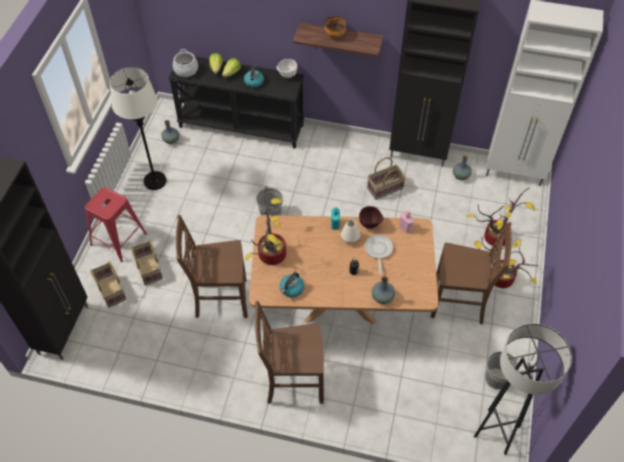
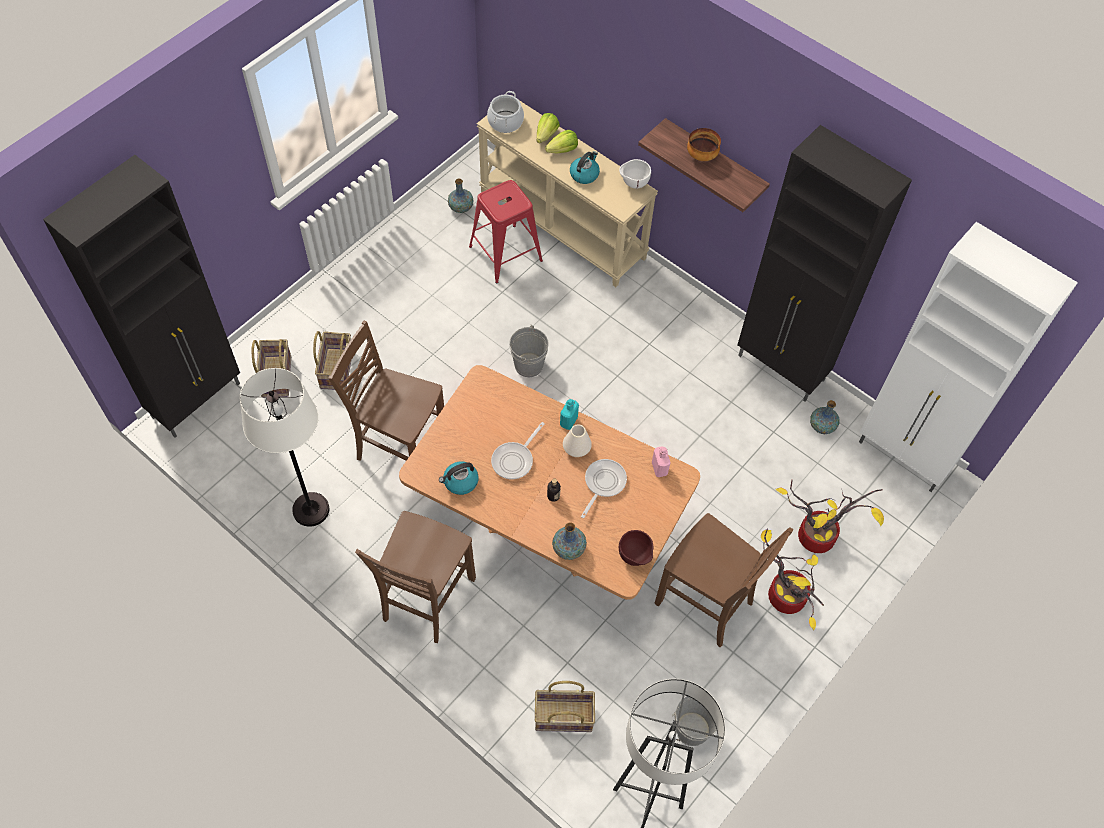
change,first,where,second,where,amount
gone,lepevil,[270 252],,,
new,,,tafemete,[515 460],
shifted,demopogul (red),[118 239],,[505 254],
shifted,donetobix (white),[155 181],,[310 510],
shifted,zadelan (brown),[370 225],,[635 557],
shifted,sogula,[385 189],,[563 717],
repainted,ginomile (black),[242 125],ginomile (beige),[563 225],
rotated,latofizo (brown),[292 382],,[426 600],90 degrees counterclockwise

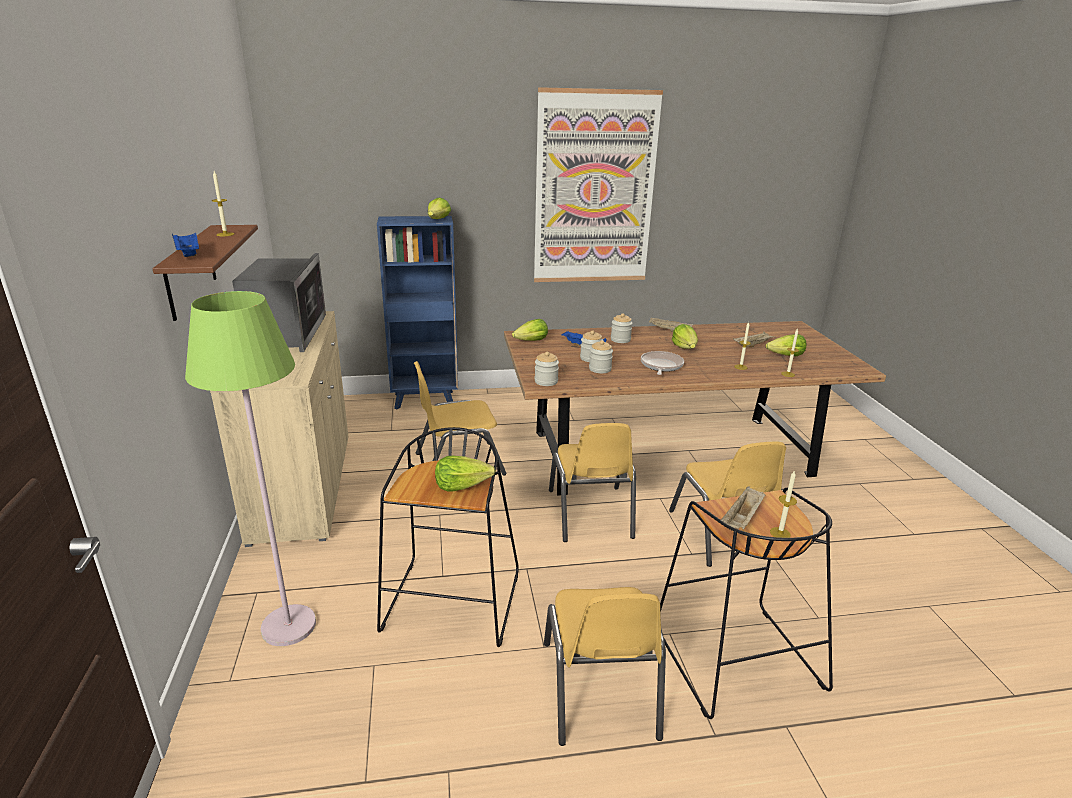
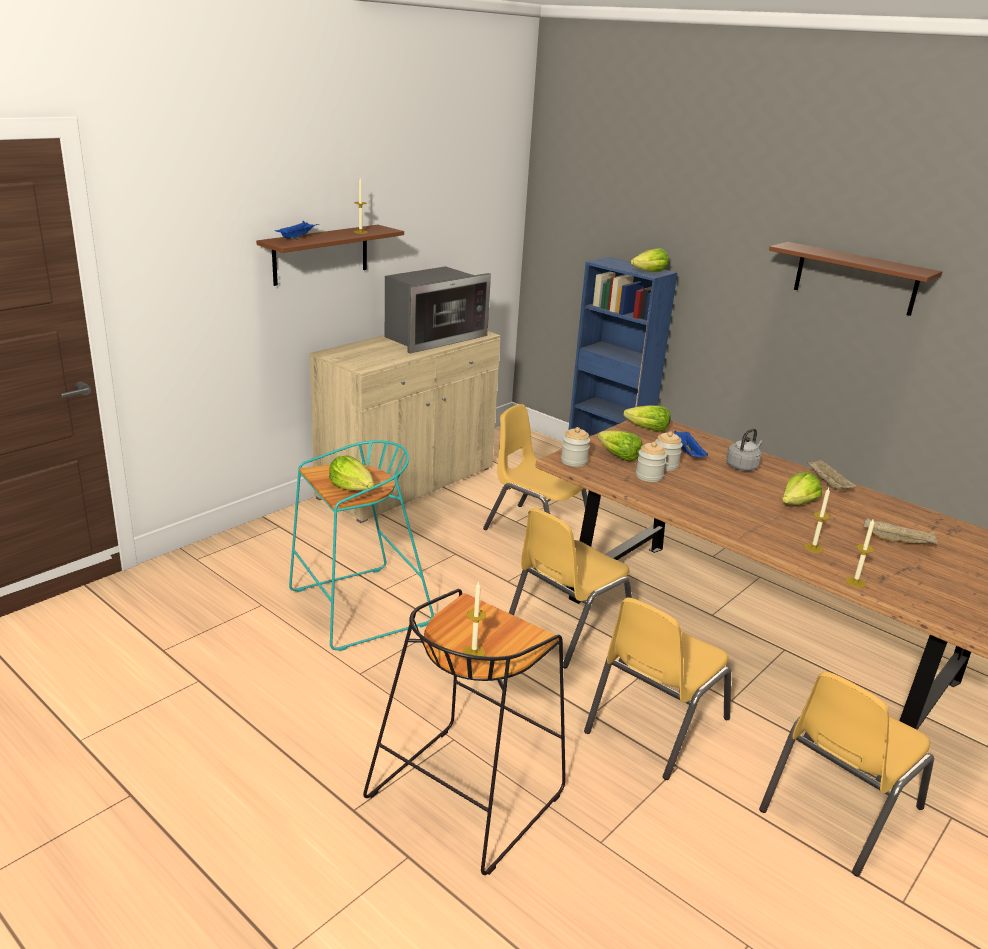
change,first,where,second,where,amount
gone,donetobix (green),[288 626],,,
gone,tafemete,[661 366],,,
gone,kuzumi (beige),[742 519],,,
shifted,latofizo (yellow),[600 689],,[838 808],
shifted,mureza,[786 356],,[618 456],
swapped,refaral,[595 190],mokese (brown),[855 279],
swapped,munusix,[620 340],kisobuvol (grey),[743 466],
repainted,demopogul (black),[453 604],demopogul (turquoise),[358 609],

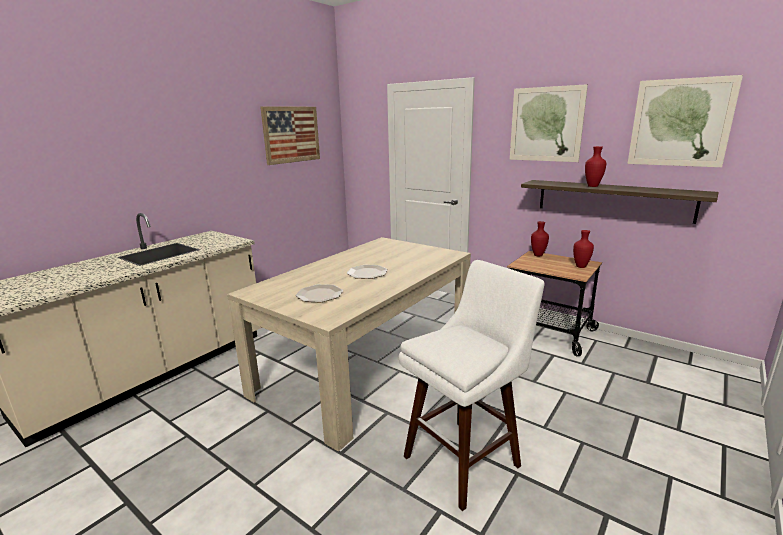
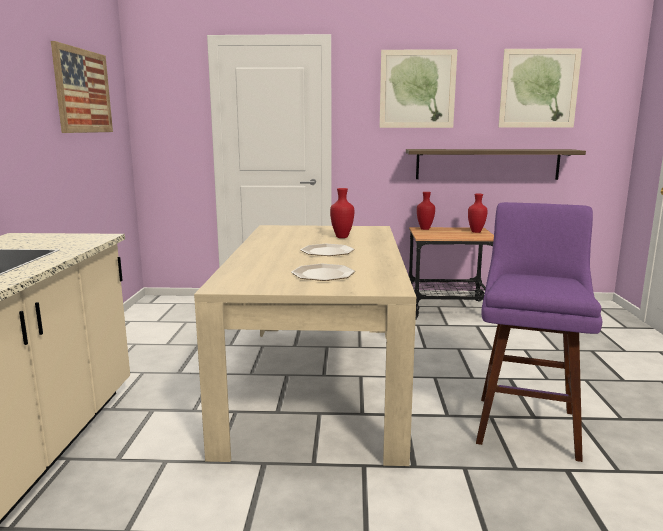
change,first,where,second,where,amount
shifted,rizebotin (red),[593 186],,[342 237],
repainted,demopogul (white),[465 458],demopogul (purple),[526 423],

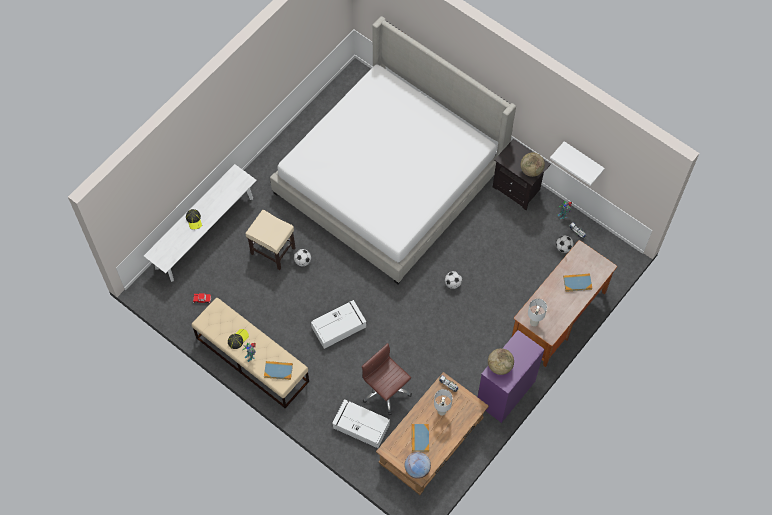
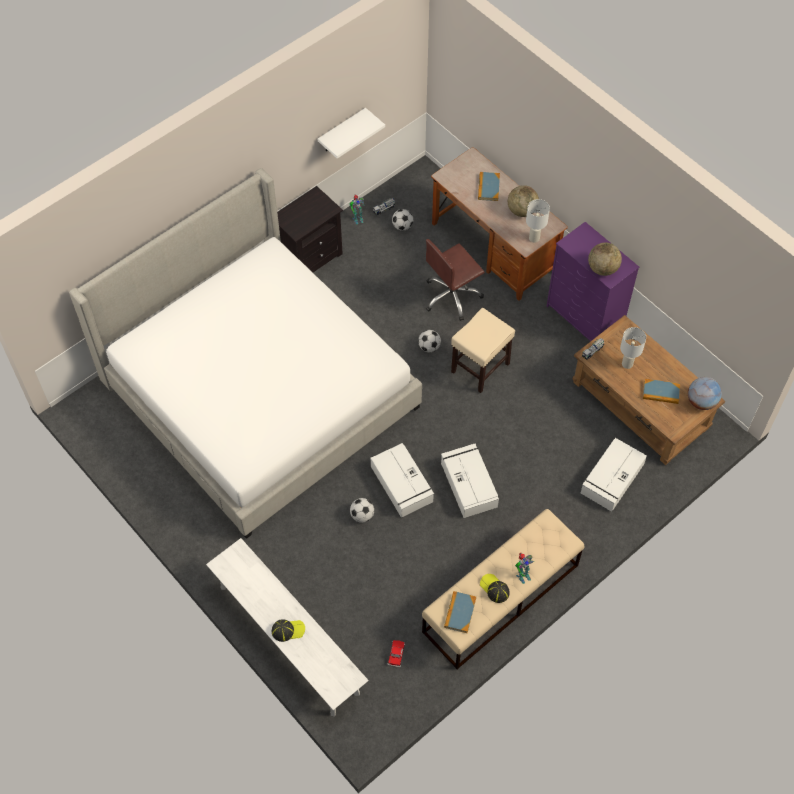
change,first,where,second,where,amount
new,,,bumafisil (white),[402 485],
shifted,demopogul (beige),[272 251],,[480 368],
shifted,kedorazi,[278 370],,[460 613],
shifted,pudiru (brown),[385 391],,[452 296],
shifted,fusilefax,[531 170],,[521 211],

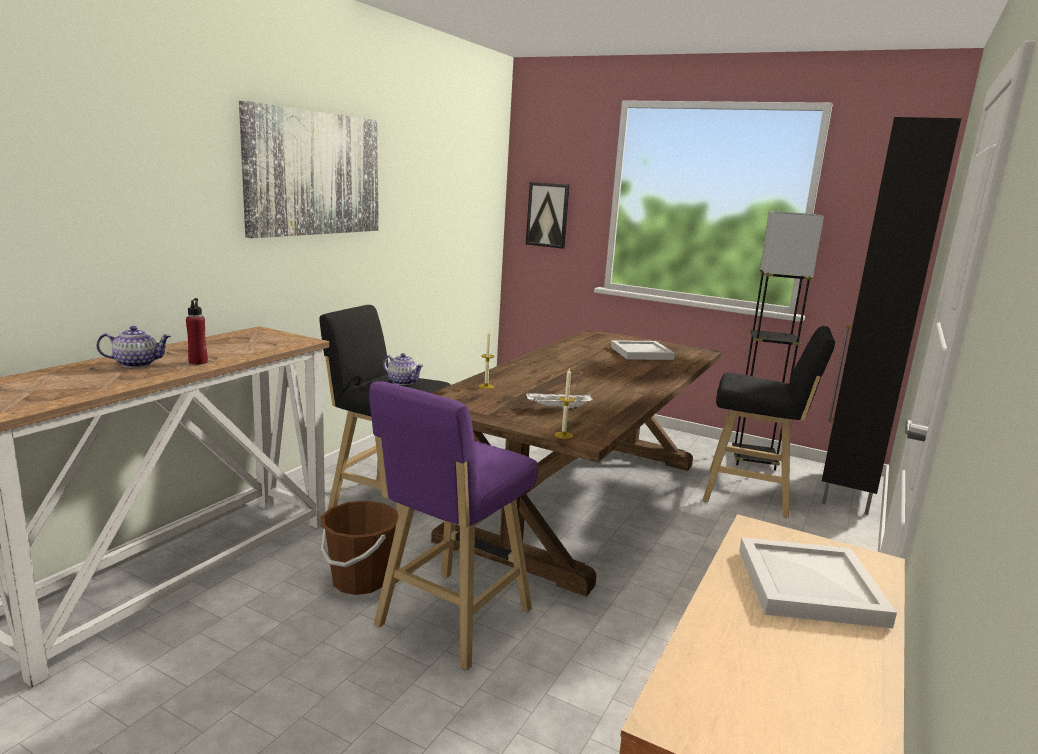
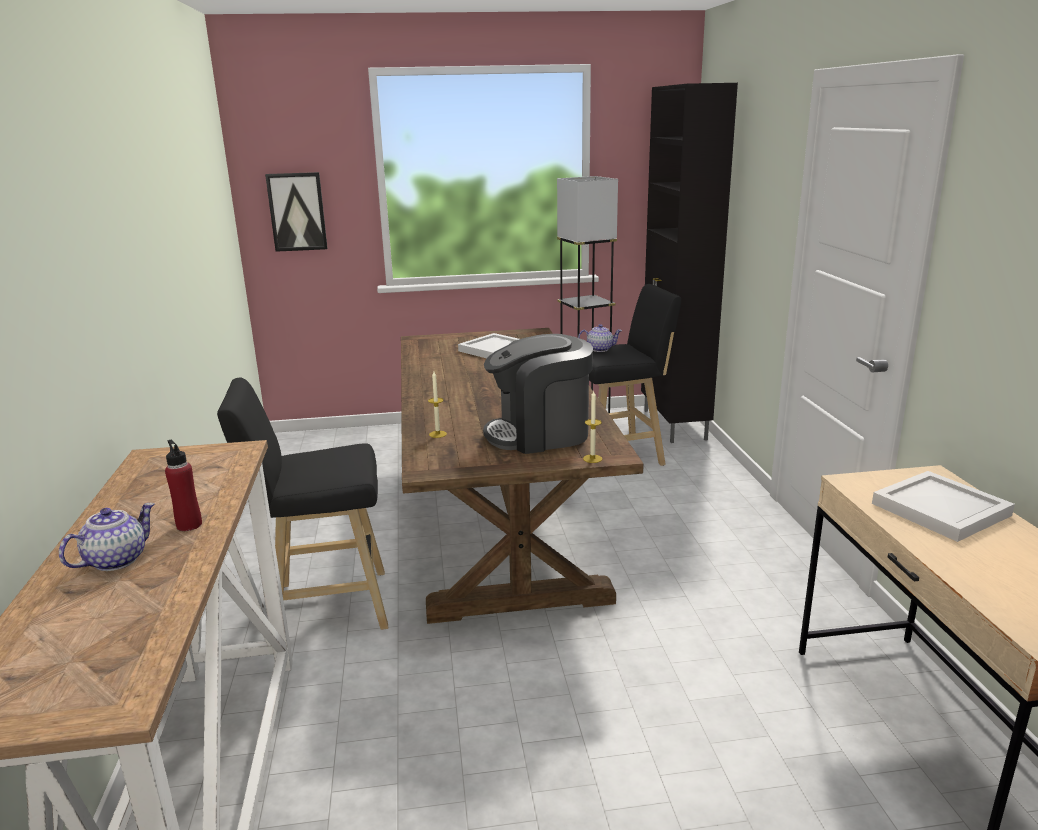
change,first,where,second,where,amount
gone,refaral,[315 174],,,
gone,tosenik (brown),[360 580],,,
gone,demopogul (purple),[449 621],,,
shifted,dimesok,[403 382],,[600 349],
swapped,kuzumi (white),[558 409],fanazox,[540 434],

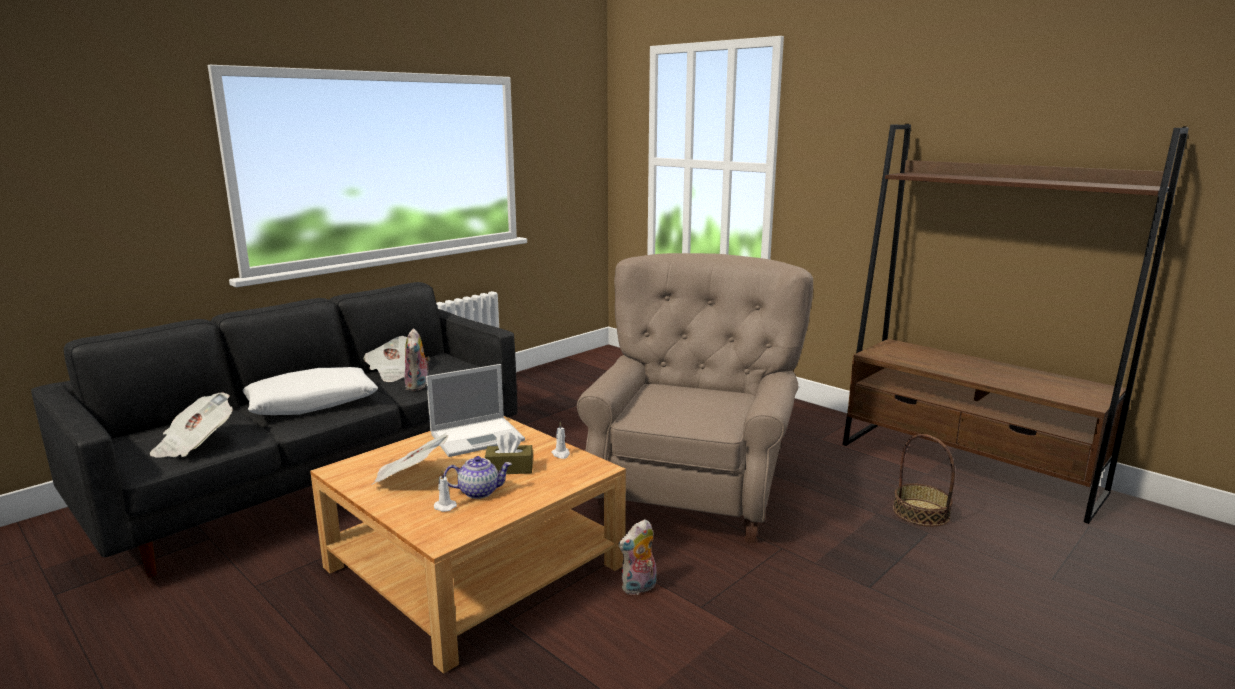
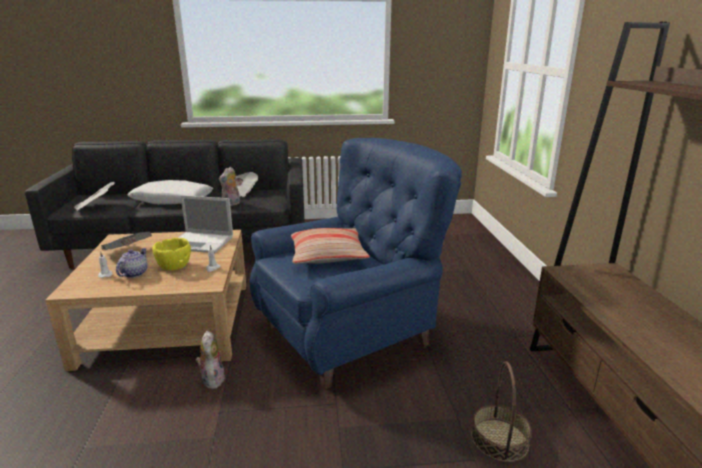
change,first,where,second,where,amount
new,,,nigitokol,[327 255],
swapped,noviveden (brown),[509 468],zadelan (yellow),[173 266],
repainted,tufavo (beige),[693 490],tufavo (blue),[352 333],
rotated,dimesok,[479 492],,[134 273],105 degrees counterclockwise
rotated,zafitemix,[639 588],,[212 379],75 degrees clockwise

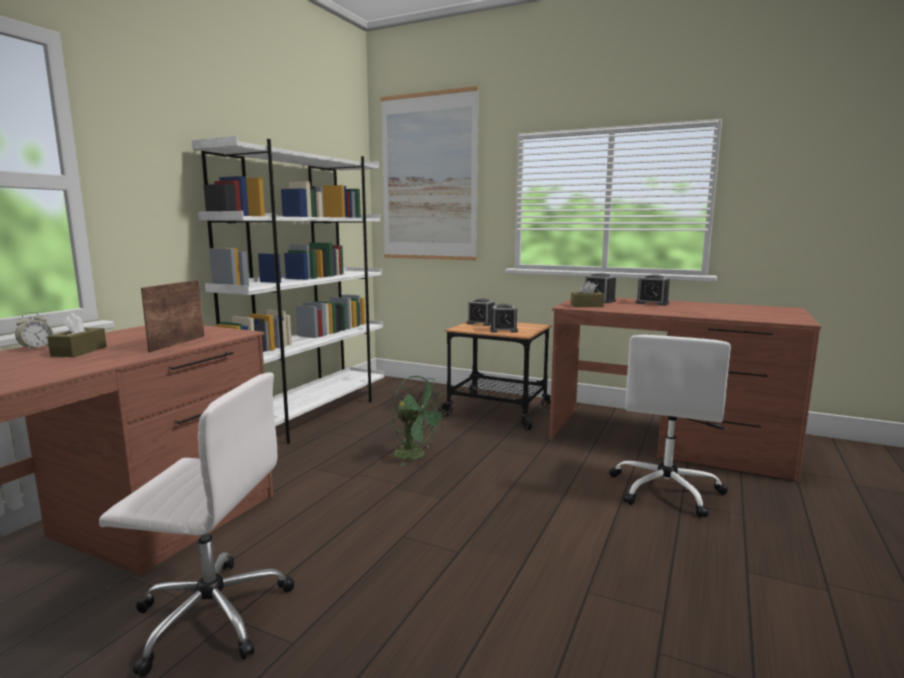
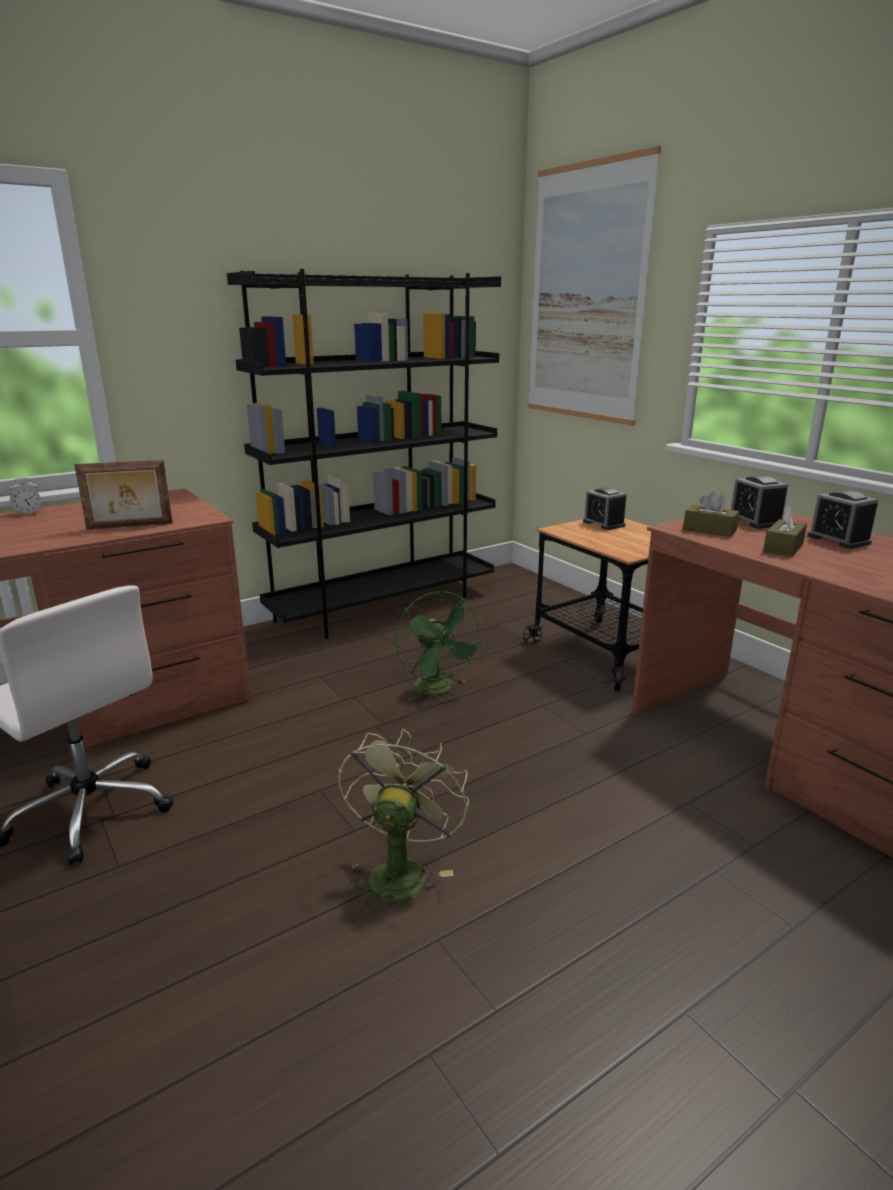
change,first,where,second,where,amount
gone,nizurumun,[503 330],,,
gone,pudiru (white),[666 490],,,
new,,,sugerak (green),[399 870],
shifted,noviveden (brown),[79 351],,[783 548],
repainted,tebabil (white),[313 416],tebabil (black),[384 608],
rotated,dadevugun,[176 343],,[130 526],150 degrees counterclockwise

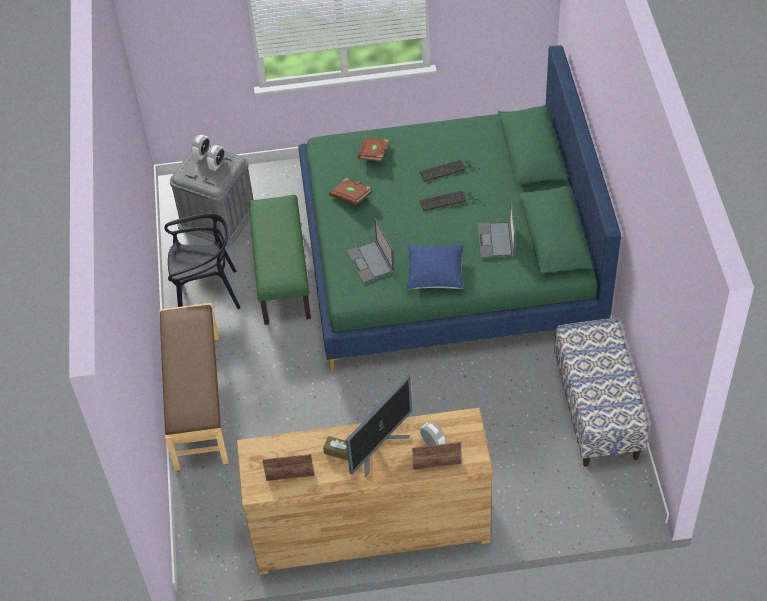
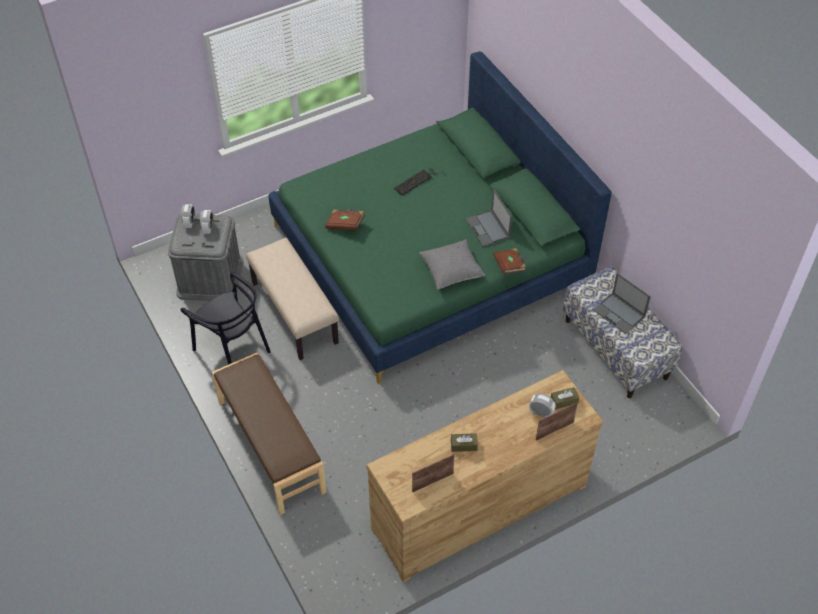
change,first,where,second,where,amount
gone,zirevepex,[379 447],,,
gone,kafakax,[448 200],,,
new,,,noviveden (brown),[564 401],
shifted,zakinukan,[370 262],,[619 313],
shifted,kedorazi (brown),[374 155],,[509 266],
repainted,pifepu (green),[283 276],pifepu (beige),[295 313],
repainted,nigitokol (blue),[435 275],nigitokol (grey),[451 271],
rotated,latofizo (black),[206 294],,[233 348],75 degrees clockwise

